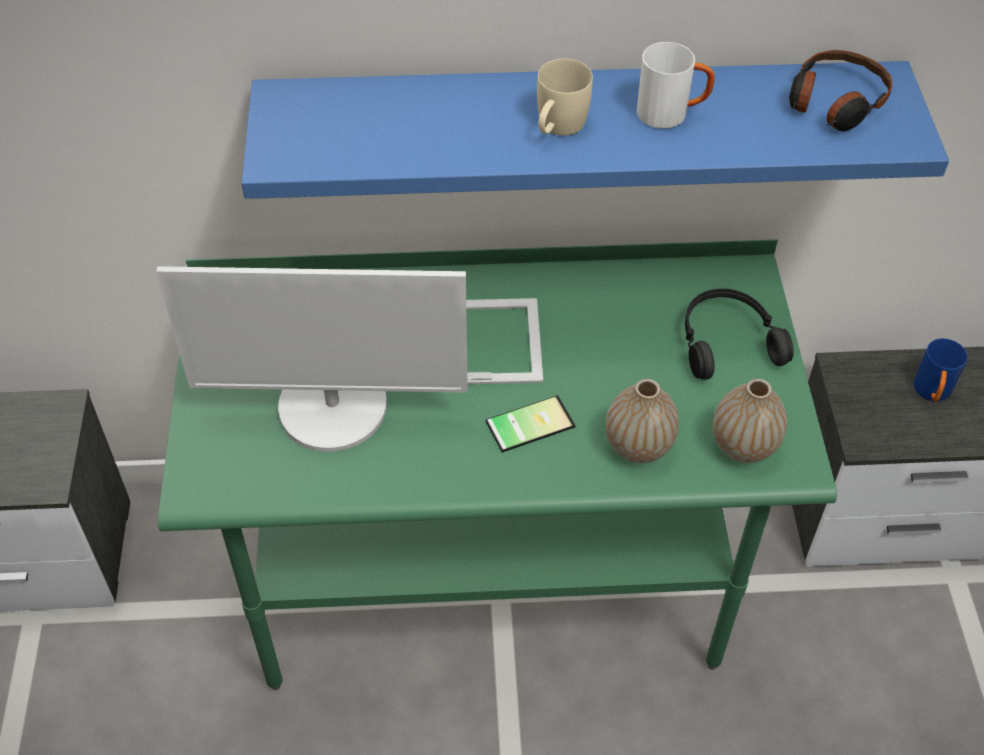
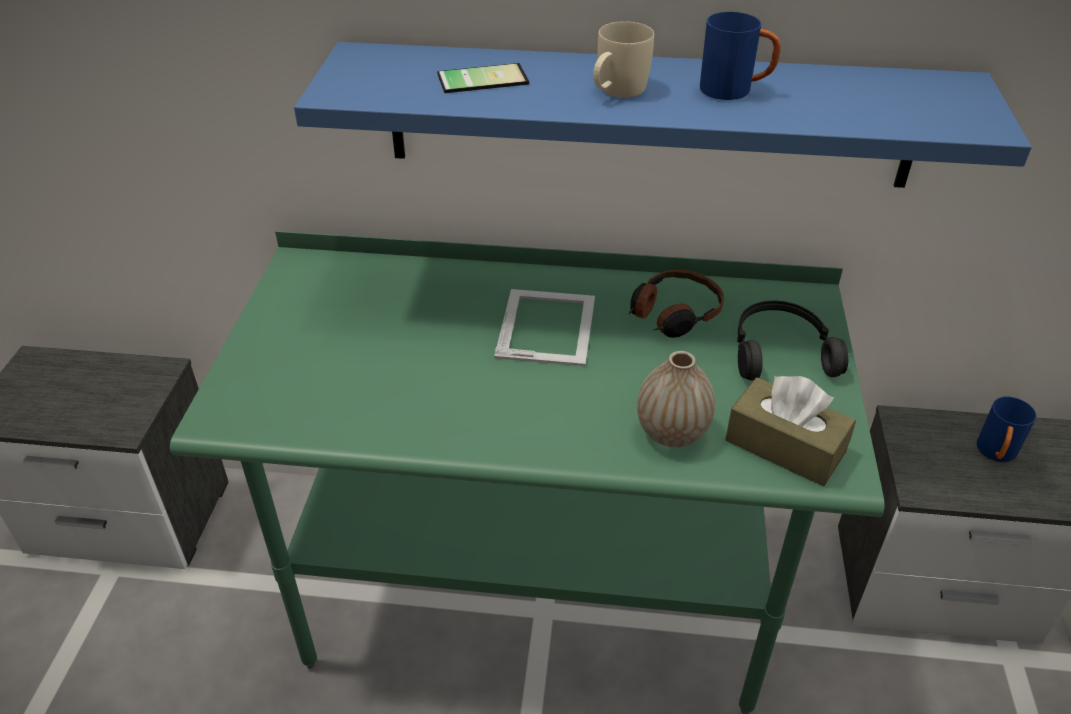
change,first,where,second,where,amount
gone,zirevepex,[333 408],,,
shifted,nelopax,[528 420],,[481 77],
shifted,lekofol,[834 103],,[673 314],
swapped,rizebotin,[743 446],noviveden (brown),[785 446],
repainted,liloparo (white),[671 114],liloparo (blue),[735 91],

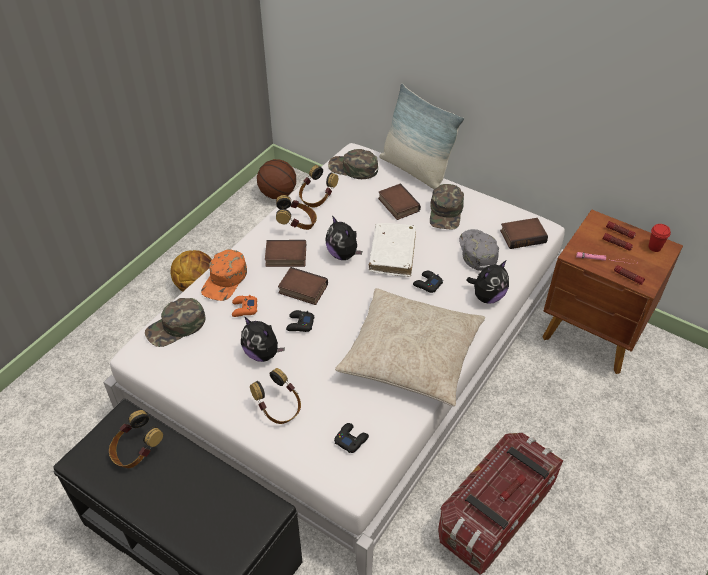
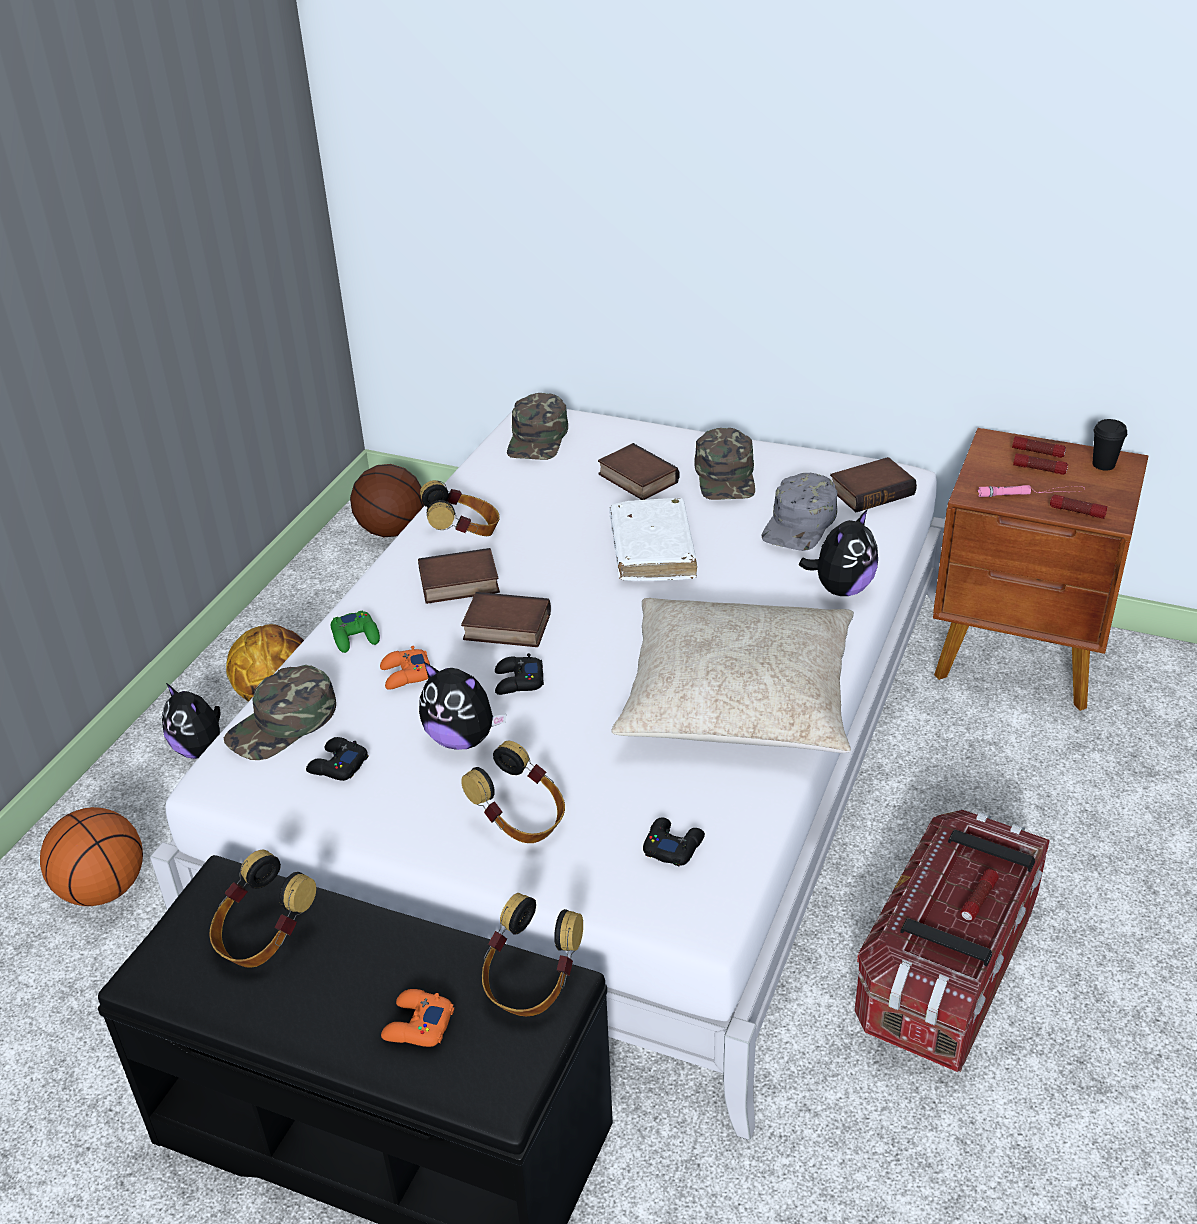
change,first,where,second,where,amount
gone,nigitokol,[415 170],,,
new,,,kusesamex,[103 889],
new,,,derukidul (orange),[417 1025],
shifted,lekofol,[317 198],,[531 983],
shifted,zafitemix,[343 254],,[201 749],
shifted,derukidul (black),[427 284],,[337 765],
swapped,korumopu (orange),[225 280],derukidul (green),[355 636],
repainted,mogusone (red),[654 247],mogusone (black),[1103 464],
rotated,korumopu (green),[353 168],,[538 438],90 degrees counterclockwise
rotated,korumopu (grey),[477 251],,[800 523],135 degrees counterclockwise

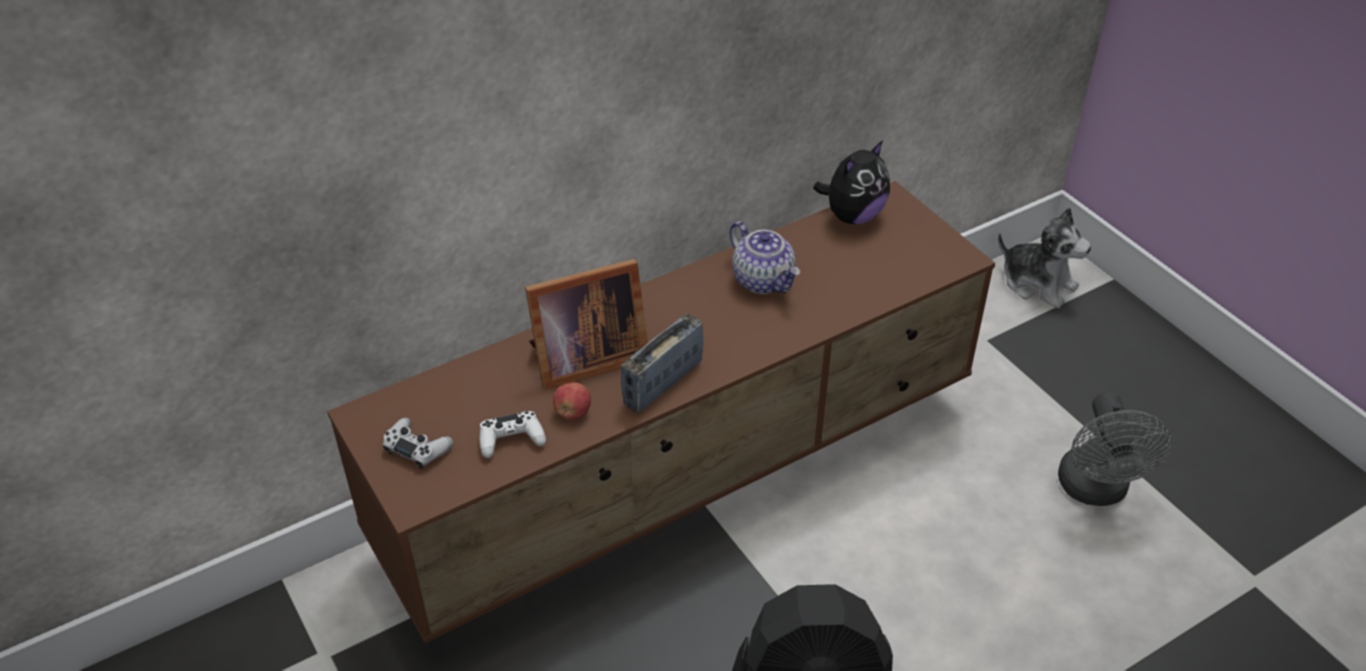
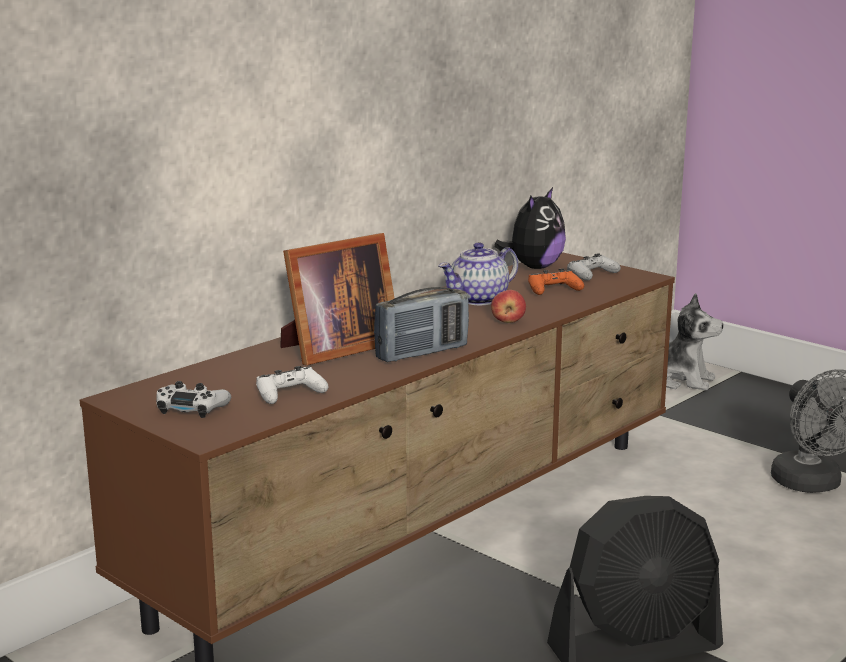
change,first,where,second,where,amount
new,,,derukidul (orange),[553 290],
new,,,derukidul (white),[592 274],
shifted,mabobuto,[572 412],,[508 321],
rotated,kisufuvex,[663 383],,[422 353],150 degrees counterclockwise
rotated,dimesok,[764 280],,[478 299],105 degrees clockwise

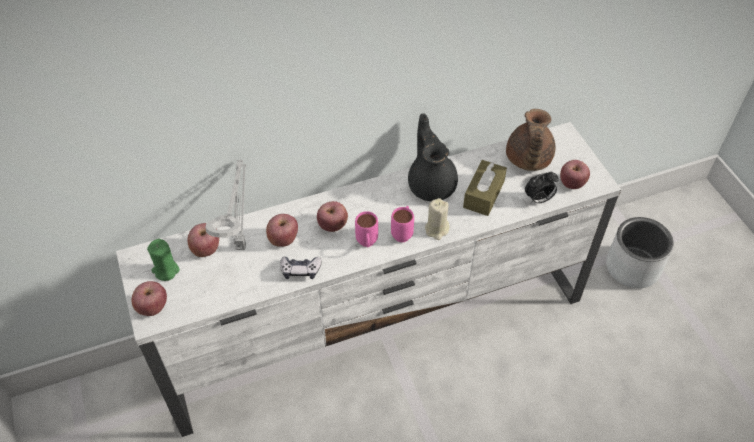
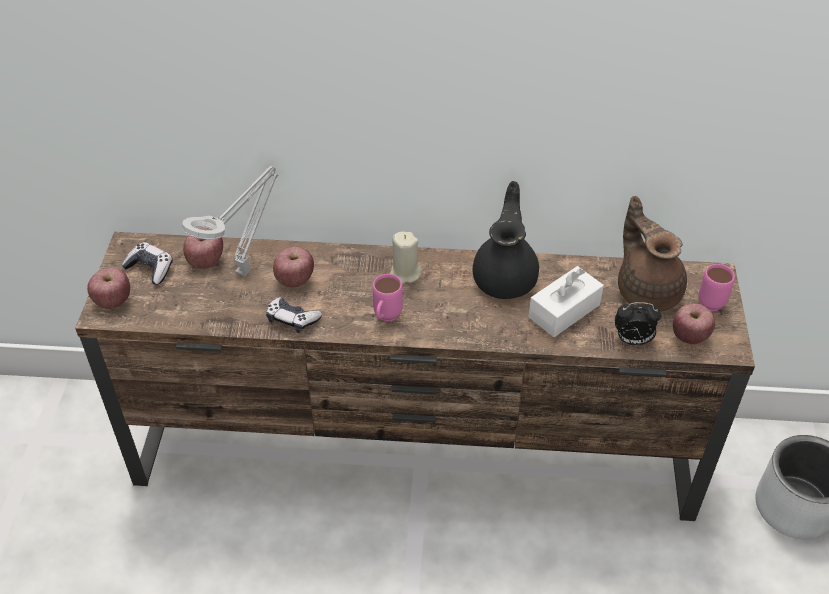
change,first,where,second,where,amount
gone,mabobuto,[333 225],,,
shifted,liloparo (pink),[403 232],,[714 301],
shifted,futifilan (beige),[436 229],,[405 274],
swapped,futifilan (green),[165 270],derukidul,[150 269],
repainted,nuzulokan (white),[378 328],nuzulokan (brown),[417 454],
repainted,noviveden (brown),[483 194],noviveden (white),[564 311],
rotated,dimesok (brown),[527 160],,[647 290],120 degrees clockwise

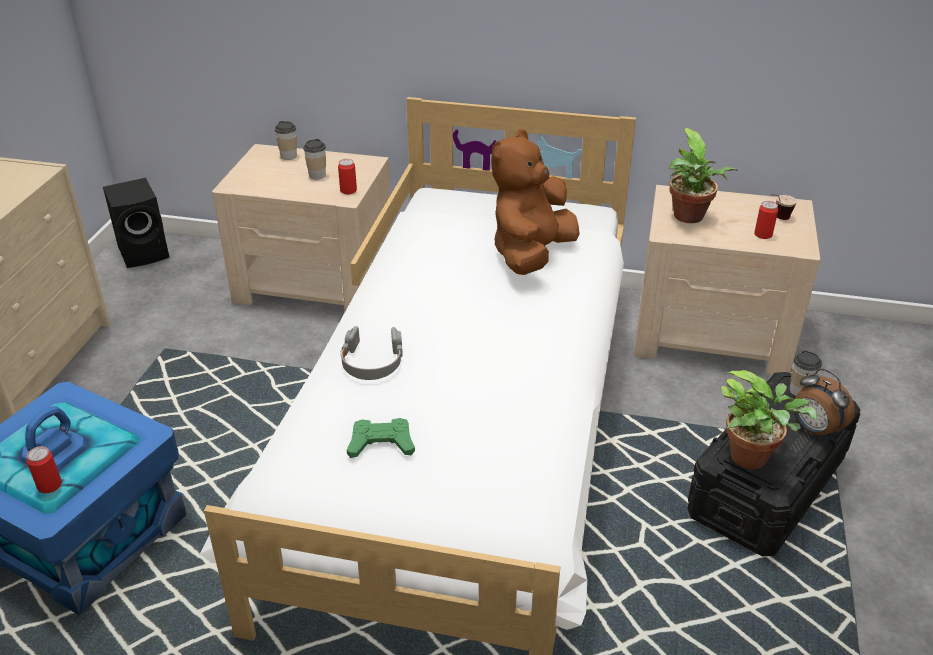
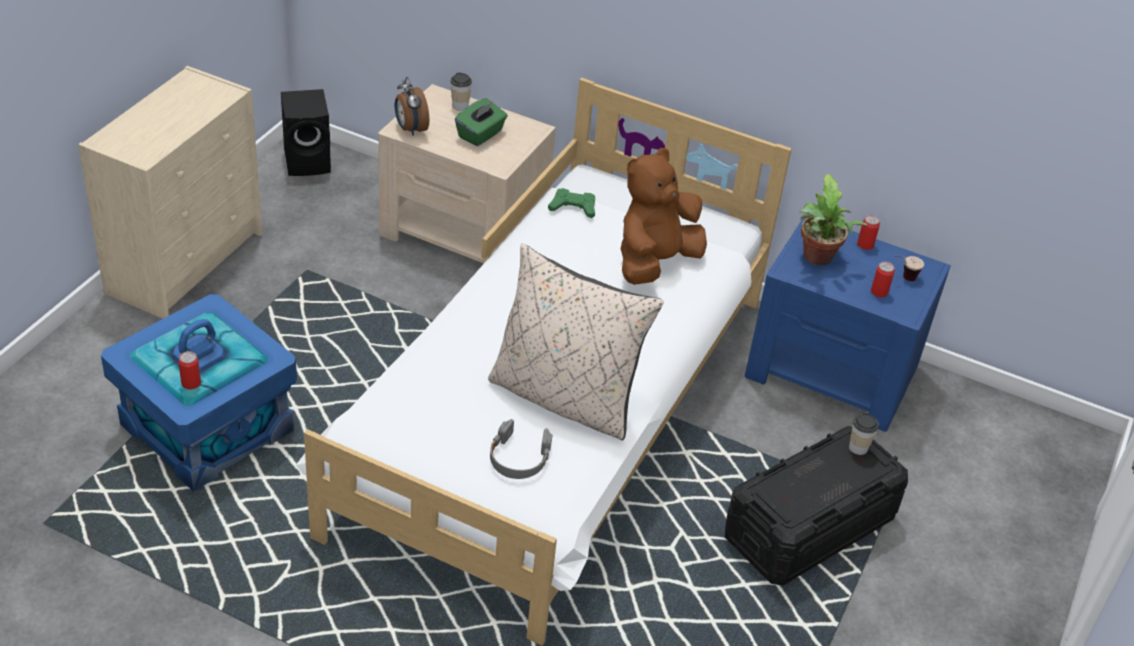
change,first,where,second,where,amount
gone,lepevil,[754 458],,,
new,,,nigitokol (beige),[565 398],
shifted,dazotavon,[348 190],,[865 245],
shifted,lekofol (grey),[372 362],,[518 458],
shifted,derukidul (green),[381 443],,[573 207],
shifted,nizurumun,[814 429],,[410 129],
swapped,mogusone,[317 175],noviveden (green),[480 134],
repainted,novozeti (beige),[712 333],novozeti (blue),[833 371],

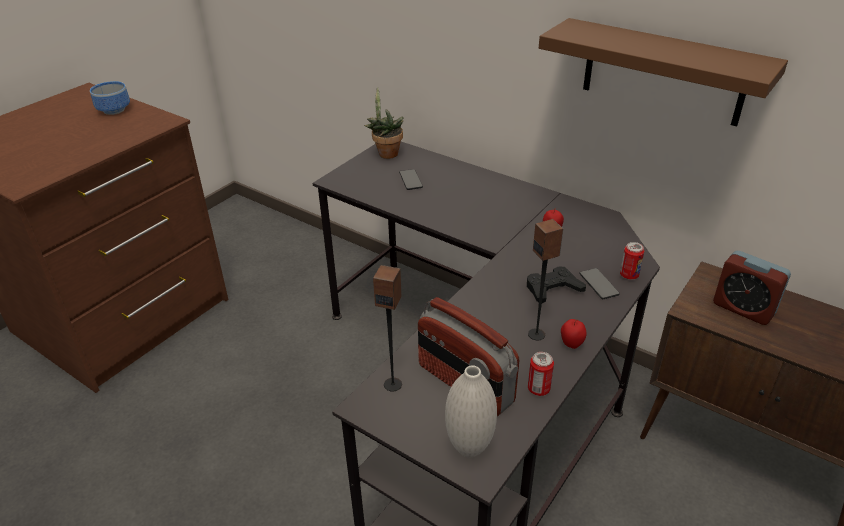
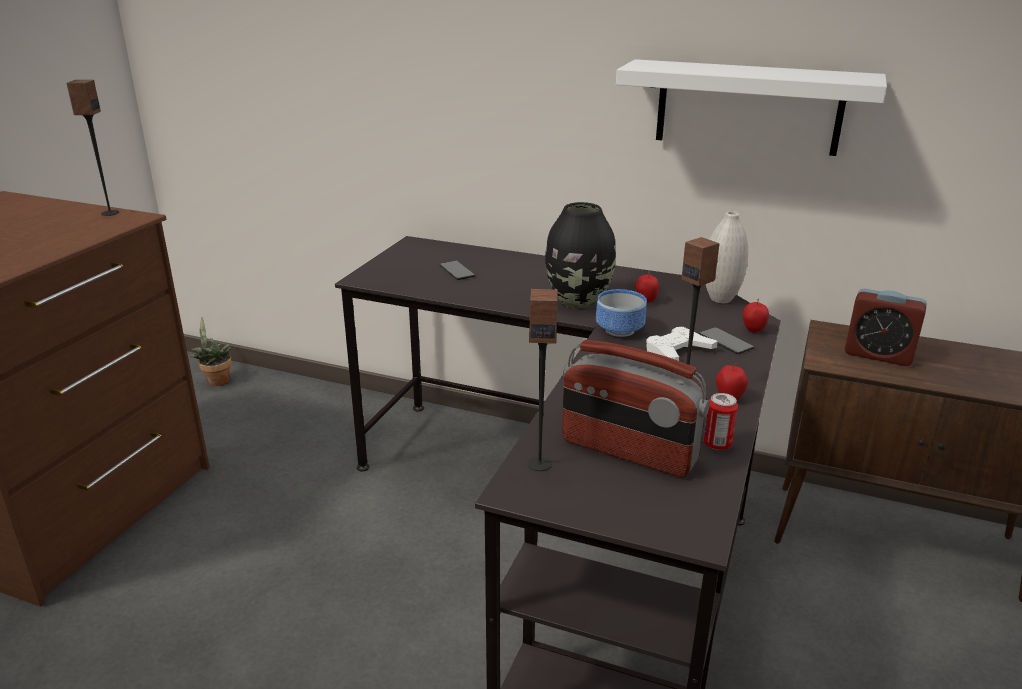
change,first,where,second,where,amount
new,,,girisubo,[109 213],
new,,,rizebotin (black),[578 301],
shifted,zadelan,[112 111],,[618 331],
shifted,lepevil,[386 153],,[216 380],
shifted,rizebotin (white),[469 448],,[720 299],
swapped,dazotavon,[629 275],mabobuto,[753 330],
repainted,derukidul (black),[553 289],derukidul (white),[678 351],
repainted,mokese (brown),[663 72],mokese (white),[748 107],

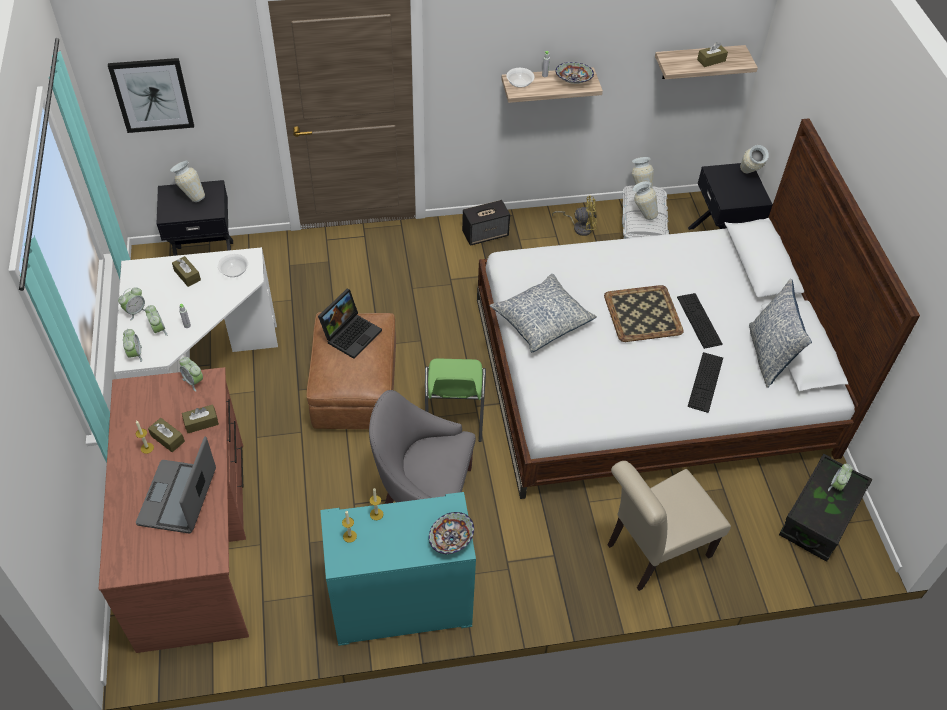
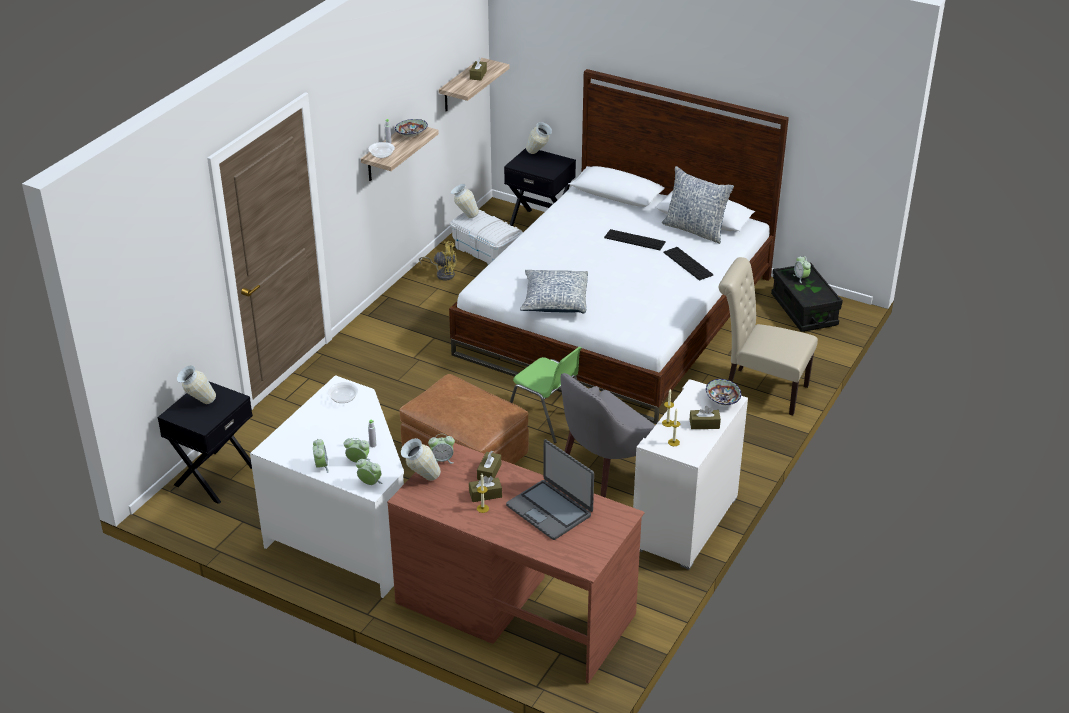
change,first,where,second,where,amount
gone,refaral,[152 95],,,
gone,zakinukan,[351 333],,,
gone,girisubo,[485 234],,,
gone,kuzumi,[643 314],,,
shifted,noviveden (brown),[187 275],,[704 424],
shifted,rizebotin,[642 214],,[421 479],
repainted,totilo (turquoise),[401 605],totilo (white),[686 523],
rotated,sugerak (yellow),[579 227],,[443 273],60 degrees clockwise
rotated,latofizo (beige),[652 552],,[760 389],105 degrees clockwise

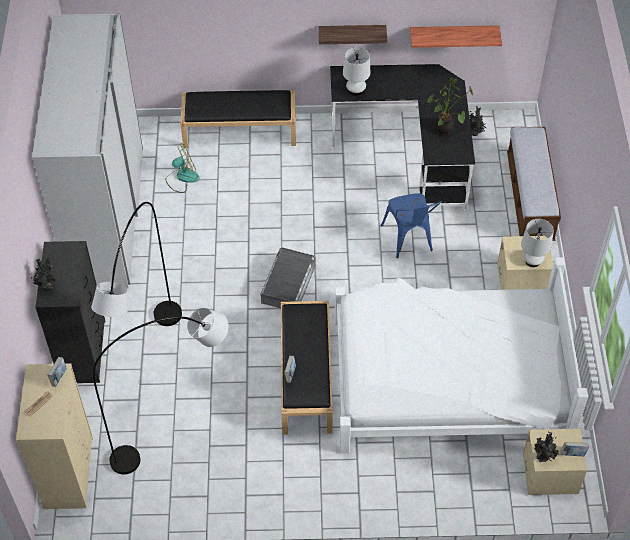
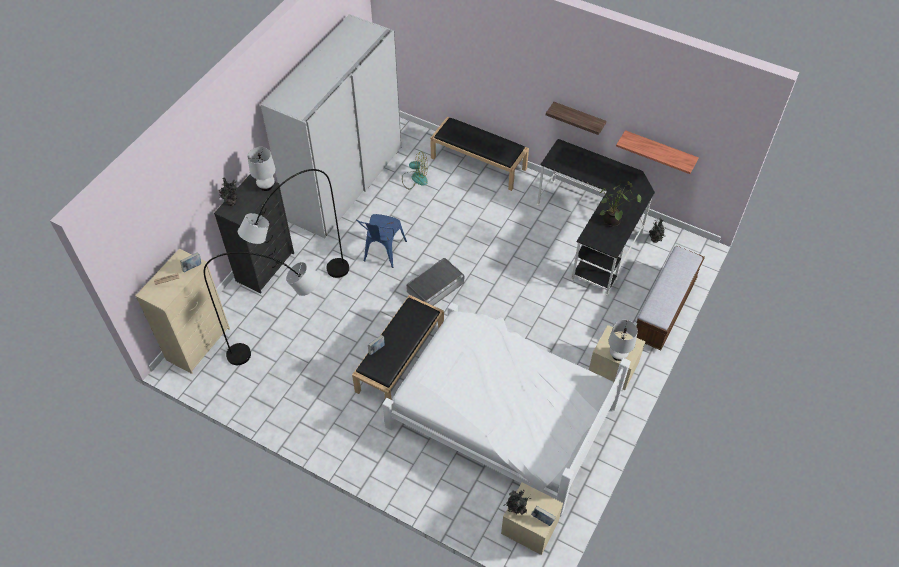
change,first,where,second,where,amount
shifted,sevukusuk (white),[356 90],,[266 186],
shifted,latofizo (blue),[409 240],,[382 253],

